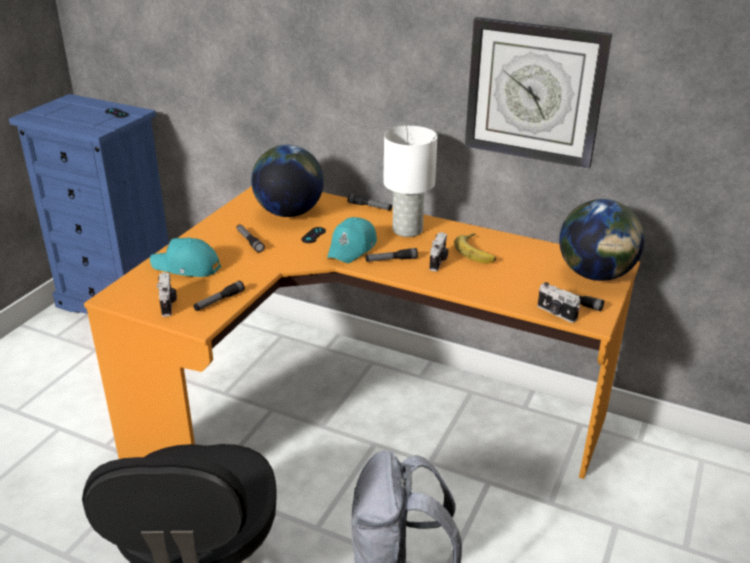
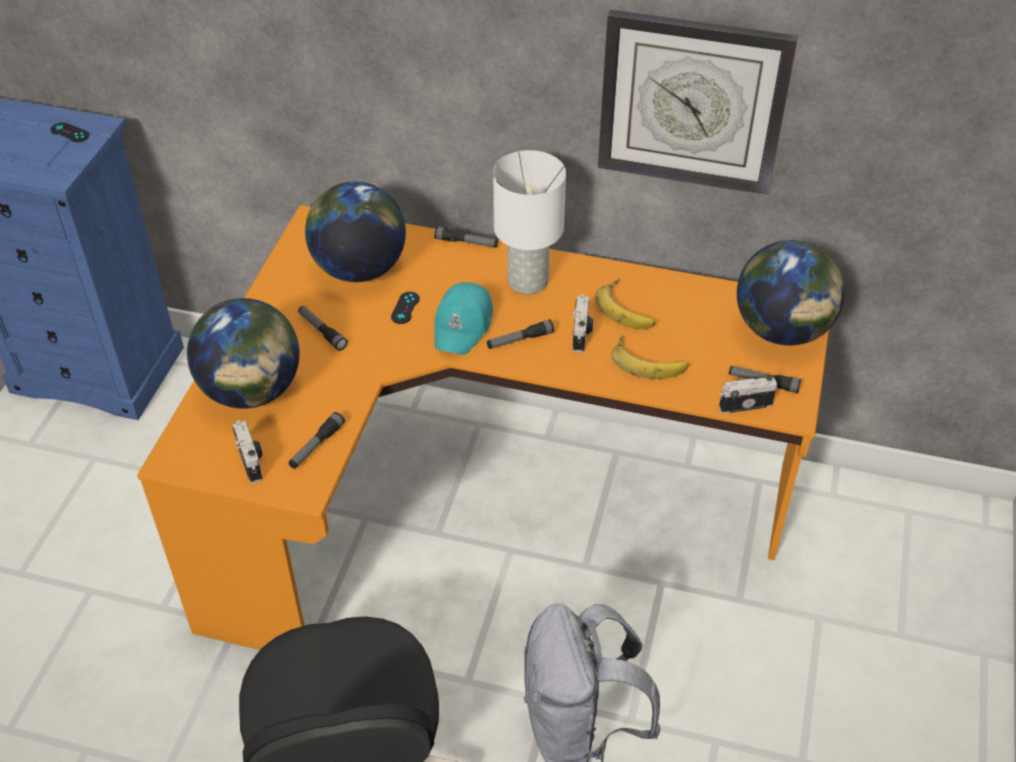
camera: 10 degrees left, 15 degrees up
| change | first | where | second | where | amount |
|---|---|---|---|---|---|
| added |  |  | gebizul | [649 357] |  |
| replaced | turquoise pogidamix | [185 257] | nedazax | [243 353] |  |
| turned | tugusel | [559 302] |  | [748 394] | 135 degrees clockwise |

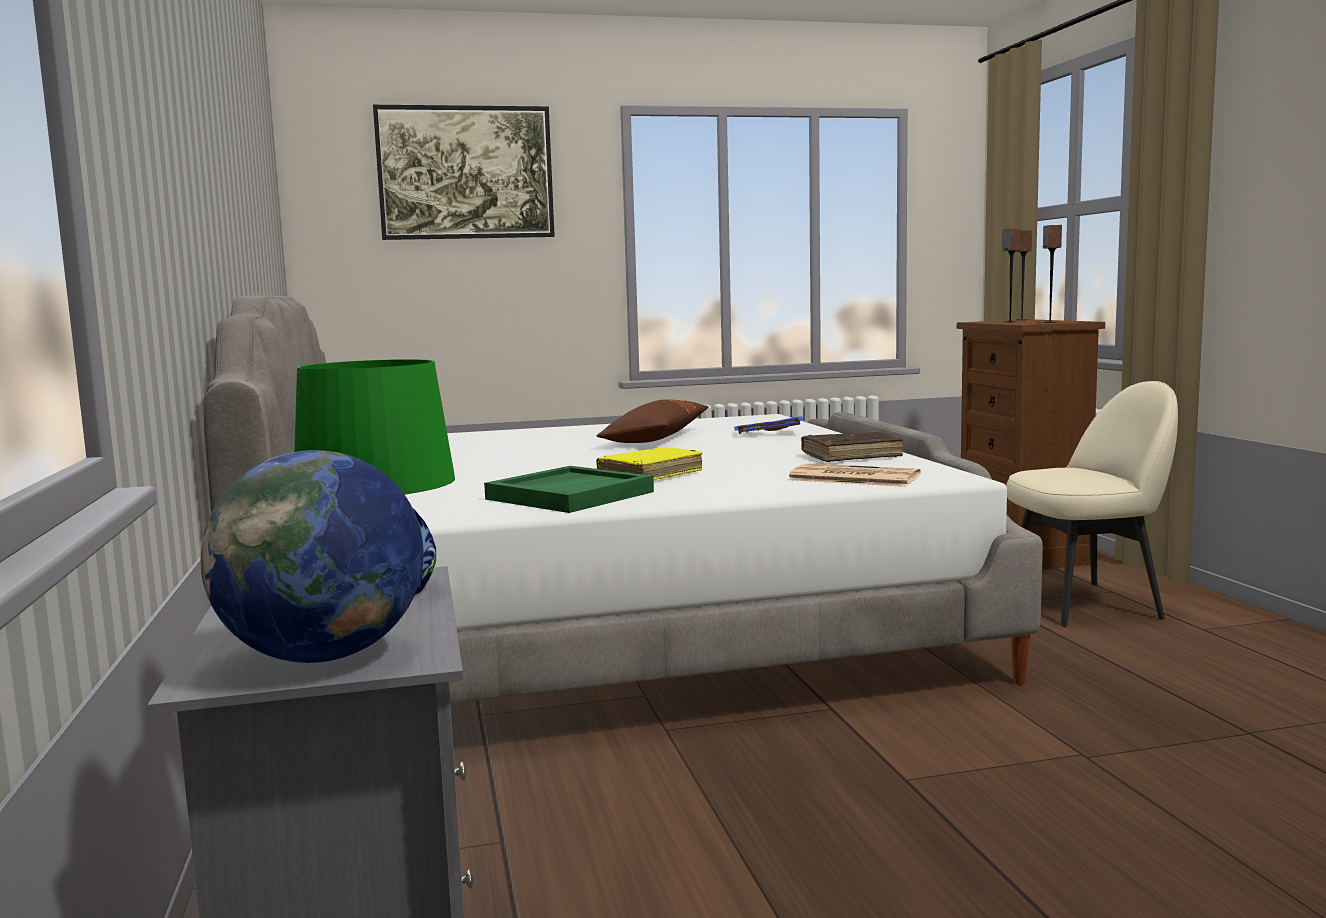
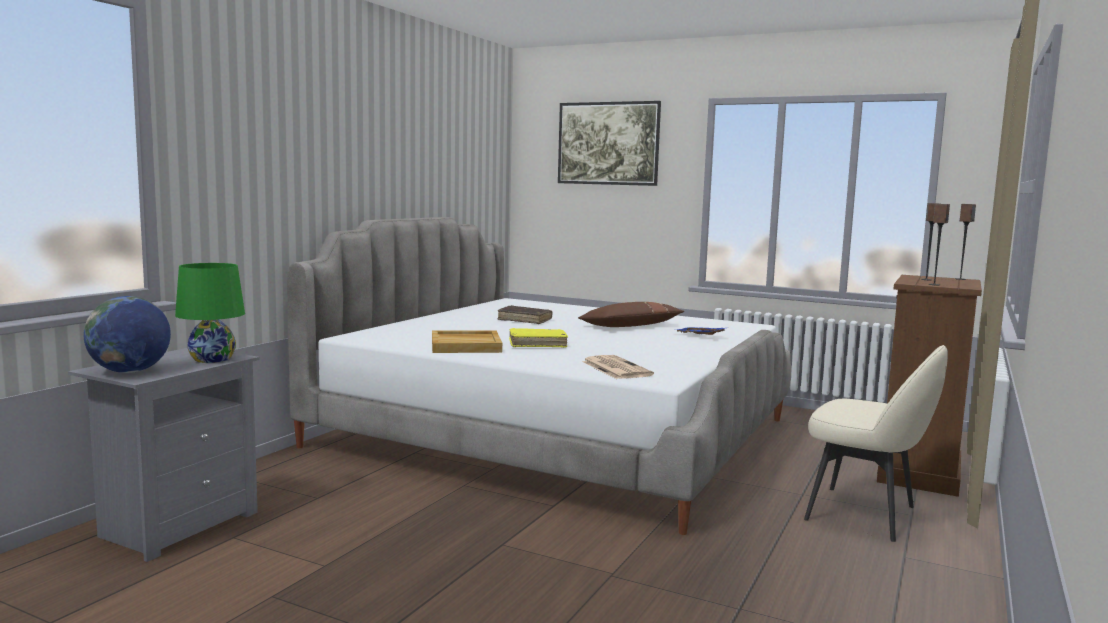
camera: 40 degrees right, 0 degrees up
| change | first | where | second | where | amount |
|---|---|---|---|---|---|
| moved | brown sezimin | [852 447] |  | [524 314] |  |
| recoloured | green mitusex | [569 489] | beige mitusex | [467 341] |  |

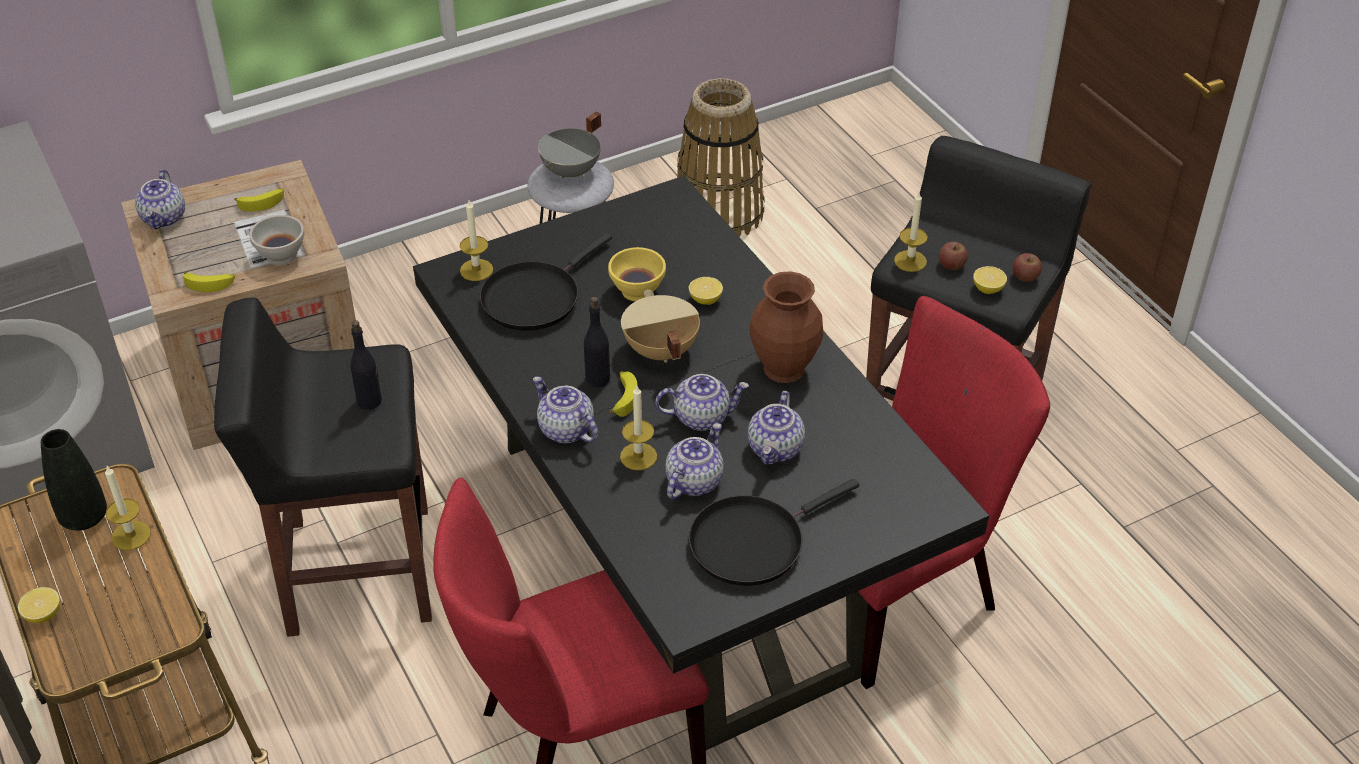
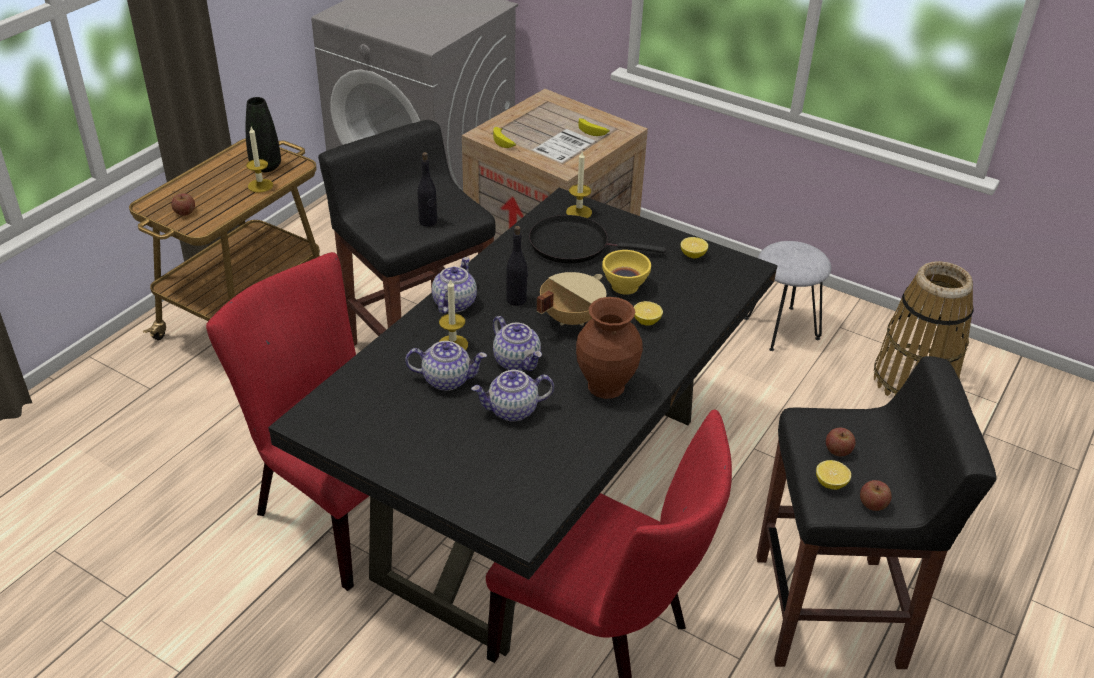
camera: 60 degrees right, 5 degrees down
| change | first | where | second | where | amount |
|---|---|---|---|---|---|
| removed | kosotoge | [160 199] |  |  |  |
| removed | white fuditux | [277 240] |  |  |  |
| removed | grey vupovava | [569 145] |  |  |  |
| removed | gebizul | [623 394] |  |  |  |
| removed | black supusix | [774 532] |  |  |  |
| removed | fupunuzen | [911 232] |  |  |  |
| added |  |  | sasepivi | [183 204] |  |
| moved | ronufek | [39 605] |  | [694 247] |  |

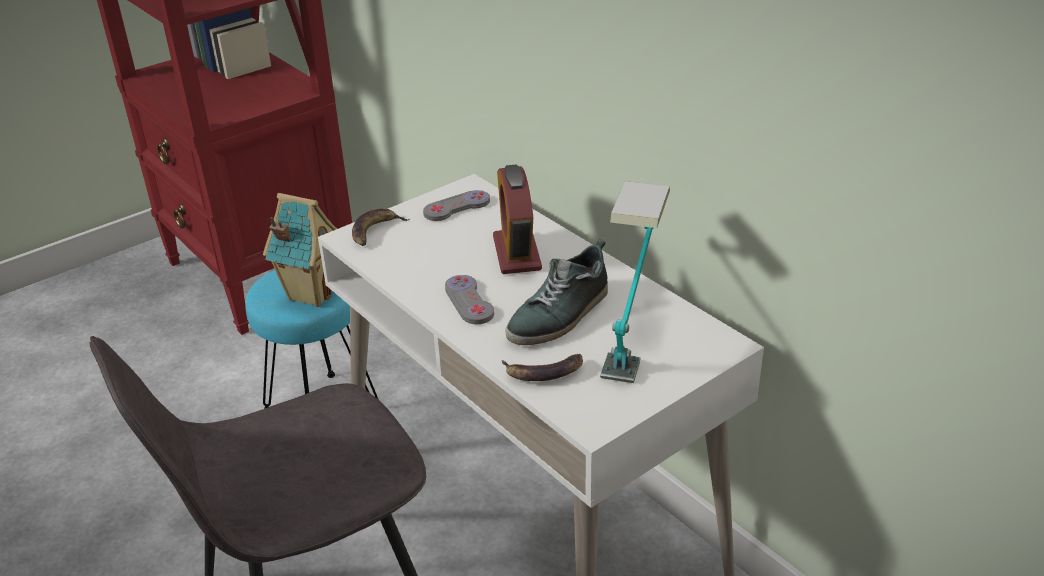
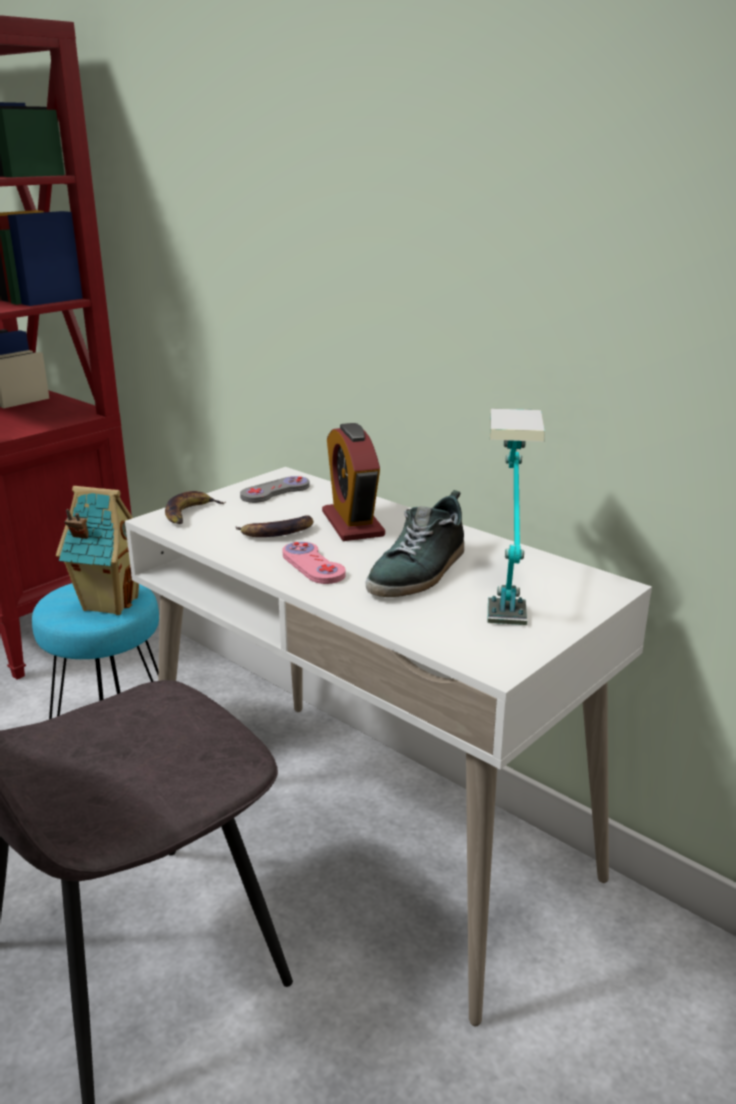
camera: 10 degrees left, 10 degrees down
| change | first | where | second | where | amount |
|---|---|---|---|---|---|
| moved | gebizul | [542 367] |  | [274 526] |  |
| recoloured | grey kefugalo | [469 299] | pink kefugalo | [314 563] |  |

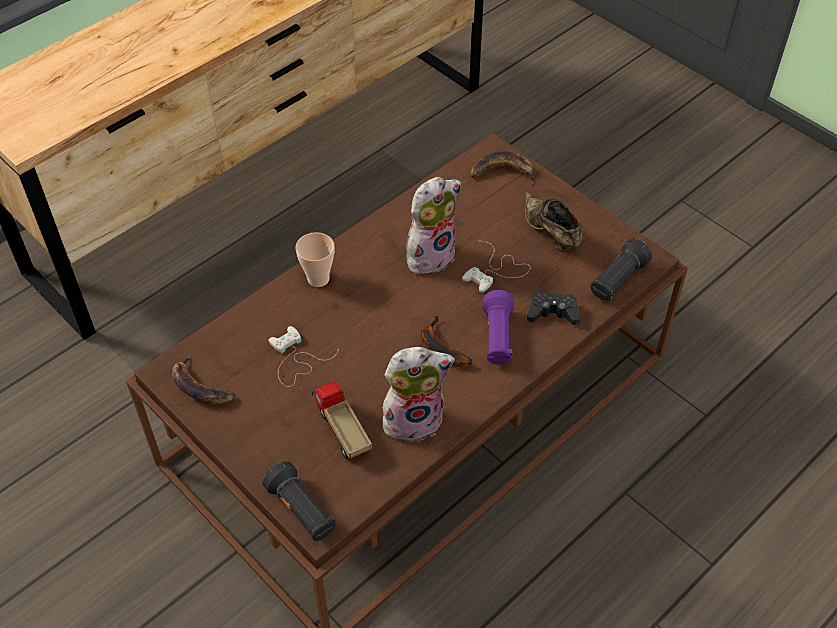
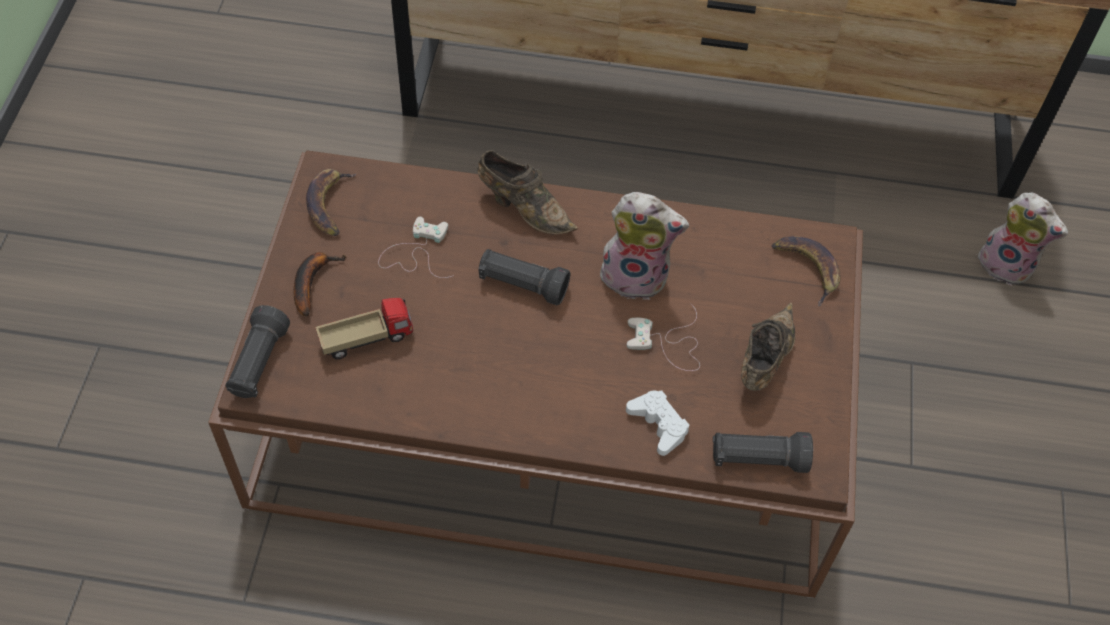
camera: 50 degrees right, 5 degrees up
| change | first | where | second | where | amount |
|---|---|---|---|---|---|
| removed | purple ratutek | [498 327] |  |  |  |
| added |  |  | black ratutek | [524 277] |  |
| moved | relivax | [419 395] |  | [1023 239] |  |
| moved | gebizul | [446 341] |  | [320 284] |  |
| replaced | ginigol | [315 259] | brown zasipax | [527 192] |  |
| recoloured | black kefugalo | [553 308] | white kefugalo | [657 423] |  |
| turned | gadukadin | [342 420] |  | [364 328] | 45 degrees clockwise |

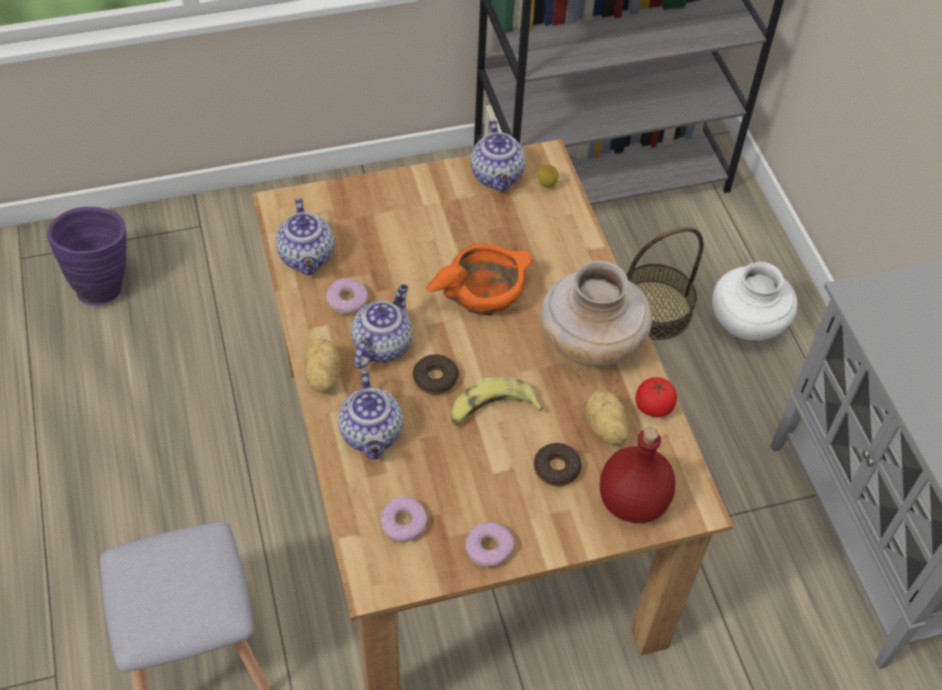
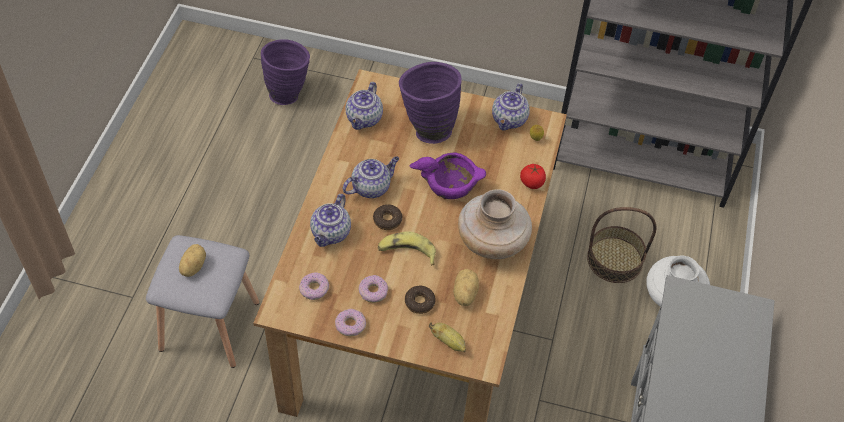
camera: 30 degrees right, 0 degrees up
| change | first | where | second | where | amount |
|---|---|---|---|---|---|
| added |  |  | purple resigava | [430 103] |  |
| moved | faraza | [322 366] |  | [192 260] |  |
| moved | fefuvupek | [347 296] |  | [373 289] |  |
| moved | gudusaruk | [656 397] |  | [533 176] |  |
| replaced | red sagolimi | [637 475] | gebizul | [447 337] |  |
| recoloured | orange fuditux | [479 280] | purple fuditux | [448 176] |  |

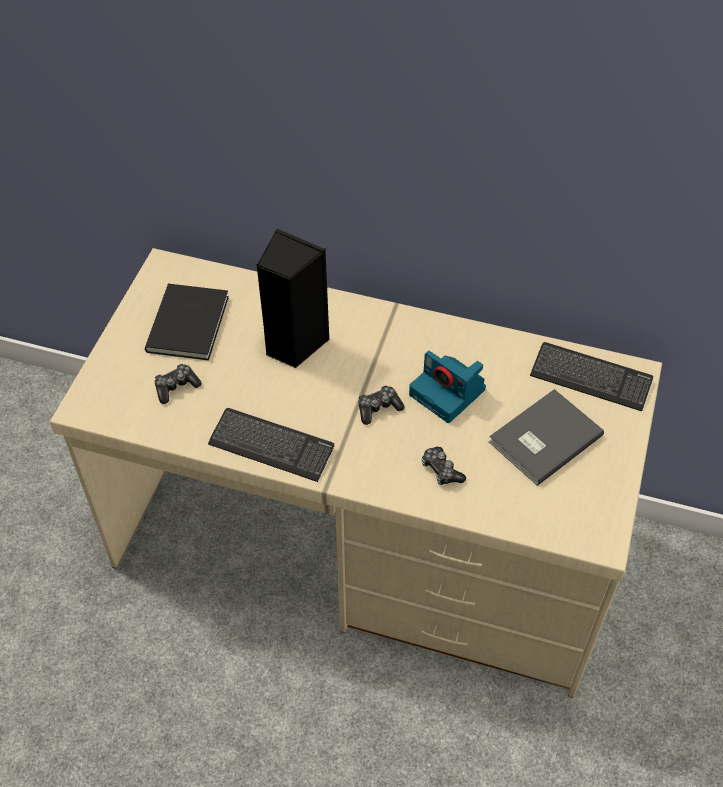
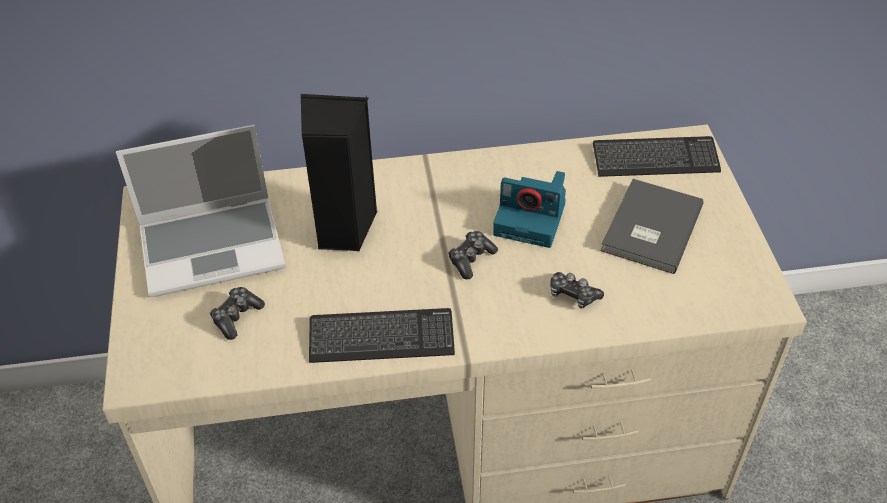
camera: 25 degrees left, 5 degrees down
| change | first | where | second | where | amount |
|---|---|---|---|---|---|
| replaced | black sezimin | [187 322] | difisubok | [201 211] |  |

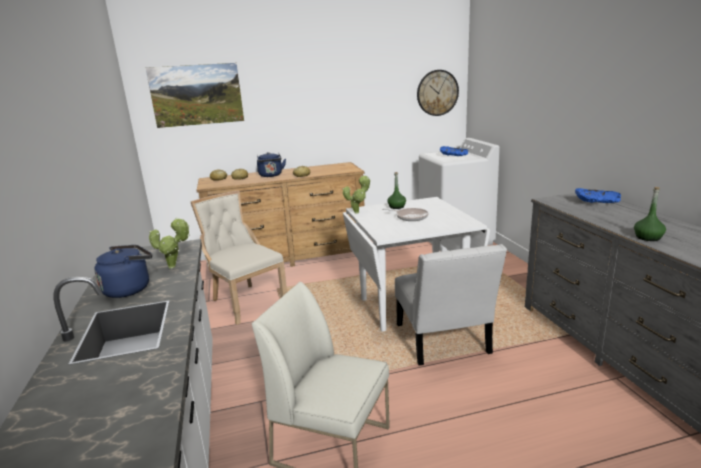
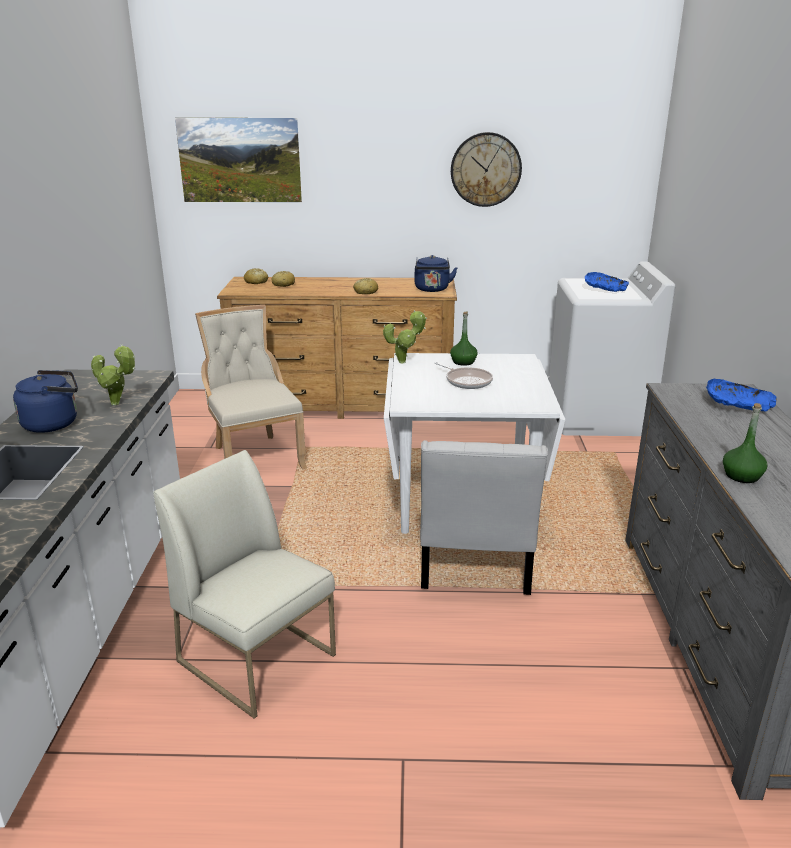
camera: 15 degrees right, 5 degrees up
| change | first | where | second | where | amount |
|---|---|---|---|---|---|
| moved | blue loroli | [271 164] |  | [436 273] |  |
| moved | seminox | [438 93] |  | [486 169] |  |

